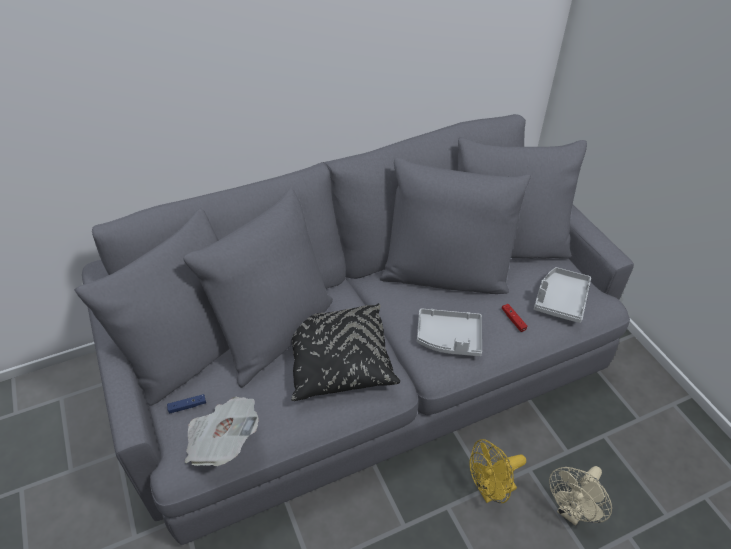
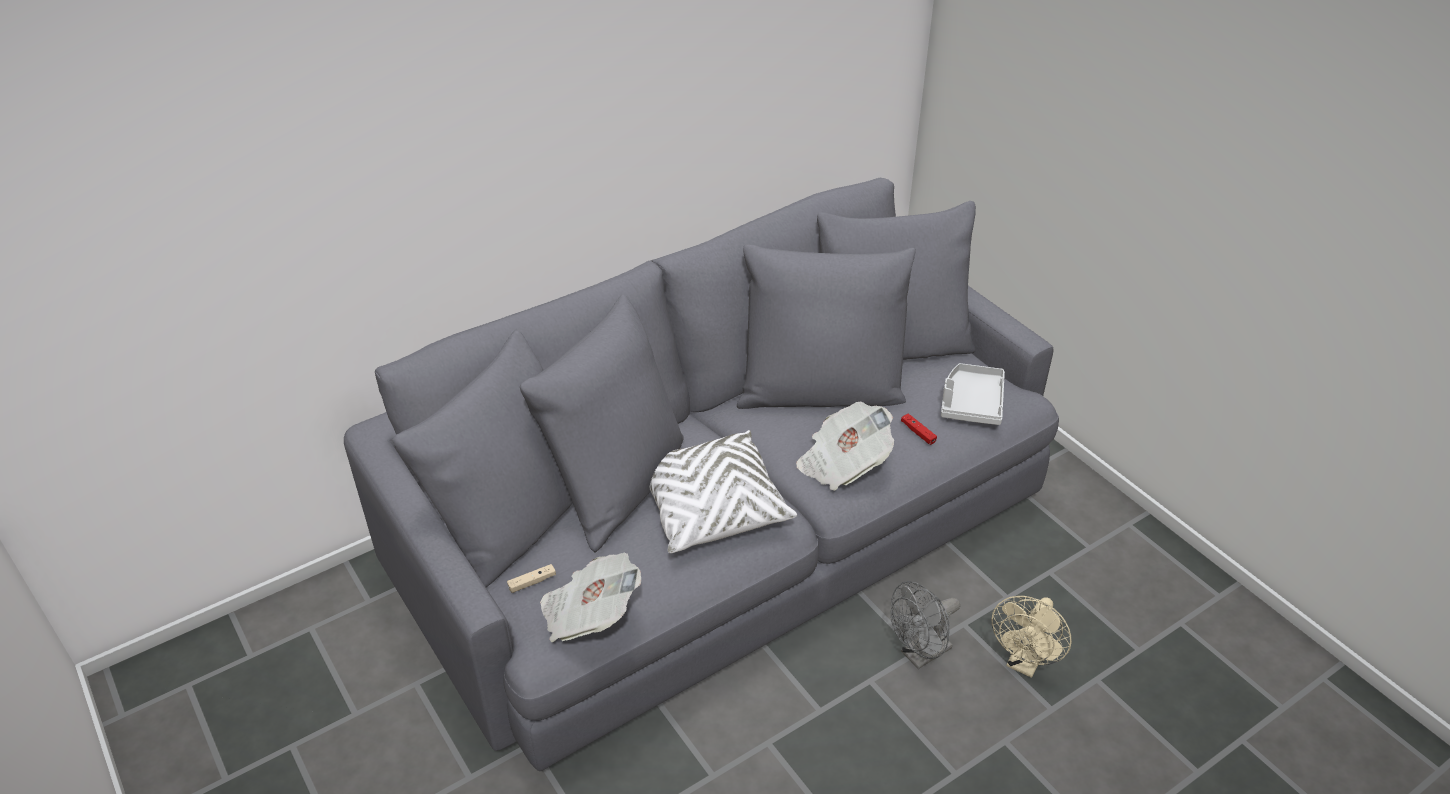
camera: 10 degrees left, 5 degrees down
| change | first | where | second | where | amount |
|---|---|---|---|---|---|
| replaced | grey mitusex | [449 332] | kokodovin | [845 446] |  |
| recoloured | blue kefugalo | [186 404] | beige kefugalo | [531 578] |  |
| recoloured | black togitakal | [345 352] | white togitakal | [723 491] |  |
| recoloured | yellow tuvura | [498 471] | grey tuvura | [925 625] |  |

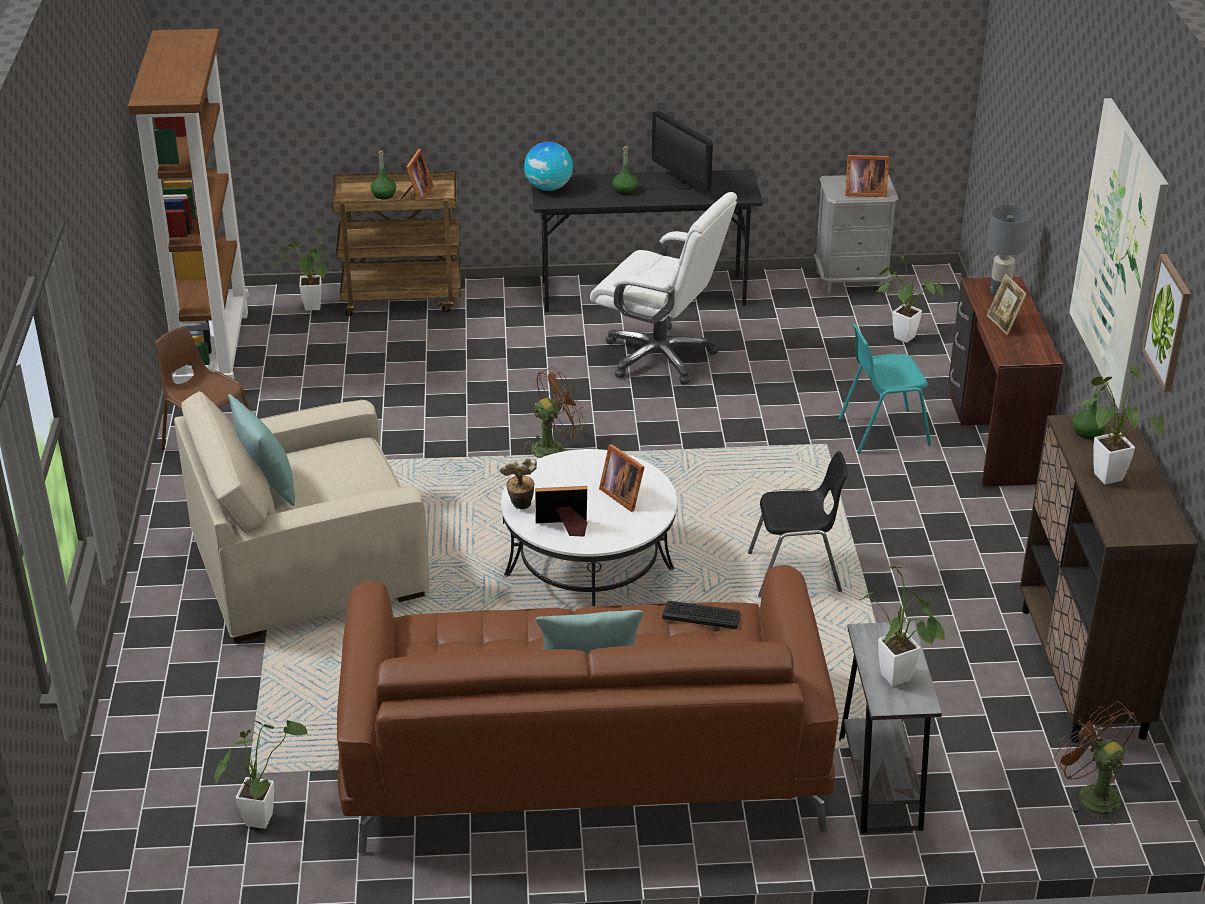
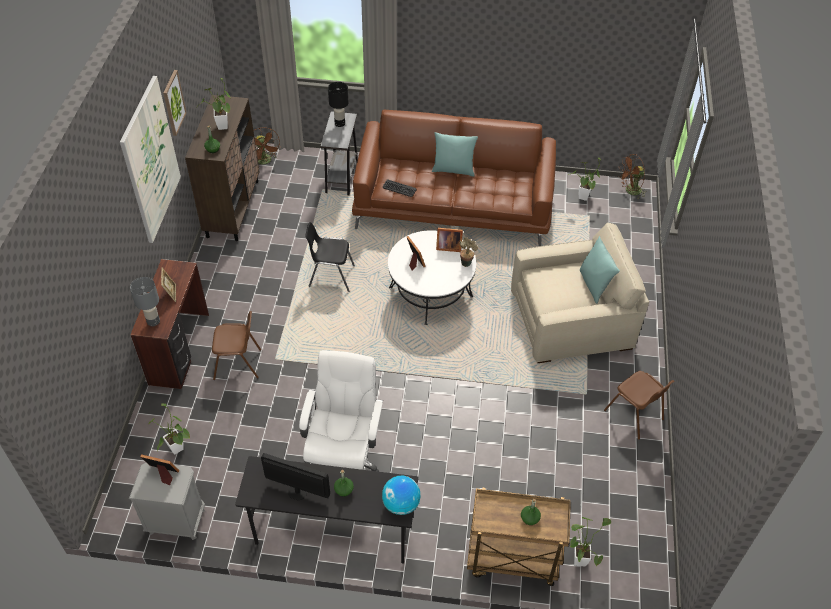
camera: 170 degrees left, 15 degrees up
| change | first | where | second | where | amount |
|---|---|---|---|---|---|
| removed | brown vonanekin | [188 206] |  |  |  |
| removed | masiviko | [416 174] |  |  |  |
| moved | brown tuvura | [553 412] |  | [633 177] |  |
| replaced | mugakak | [902 625] | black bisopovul | [338 104] |  |
| recoloured | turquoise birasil | [885 388] | brown birasil | [236 345] |  |
| turned | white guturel | [663 288] |  | [341 411] | 60 degrees clockwise |
| turned | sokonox | [682 151] |  | [295 477] | 45 degrees counterclockwise |

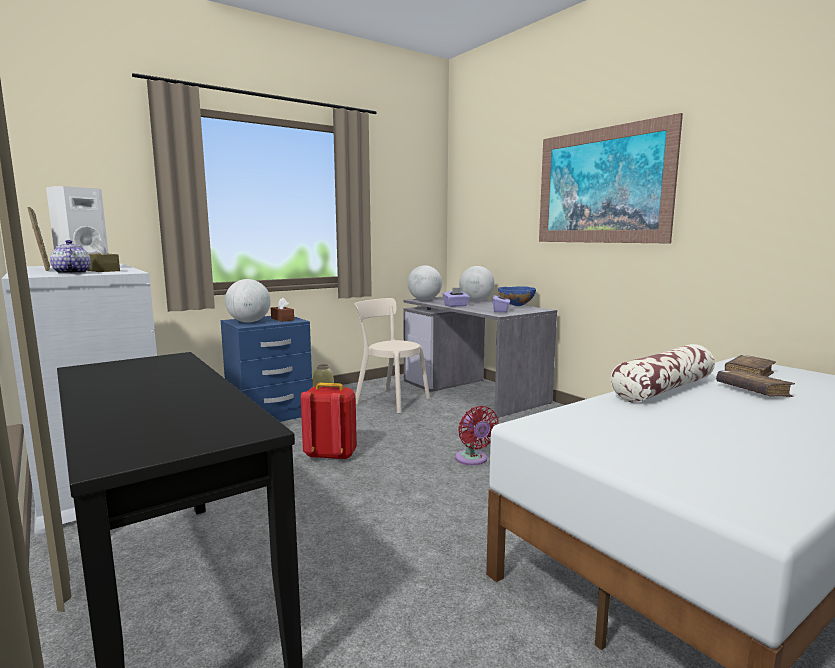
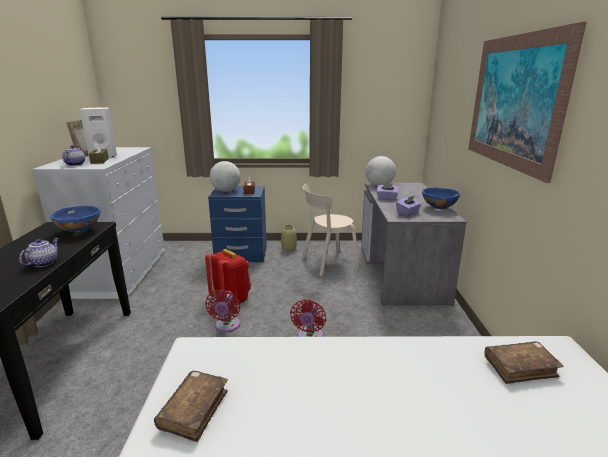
camera: 35 degrees right, 10 degrees up
| change | first | where | second | where | amount |
|---|---|---|---|---|---|
| removed | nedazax | [477 283] |  |  |  |
| removed | togitakal | [663 373] |  |  |  |
| added |  |  | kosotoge | [39 252] |  |
| added |  |  | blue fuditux | [75 219] |  |
| added |  |  | red tuvura | [222 311] |  |
| moved | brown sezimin | [755 383] |  | [191 406] |  |
| turned | beige birasil | [392 356] |  | [330 230] | 90 degrees counterclockwise |

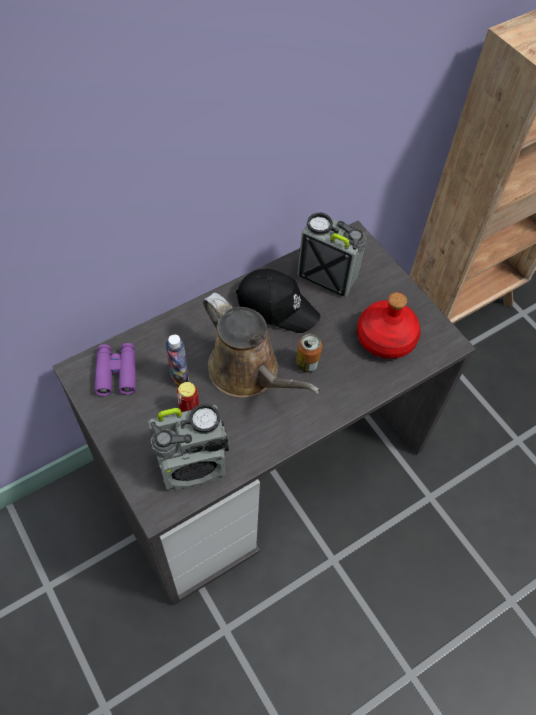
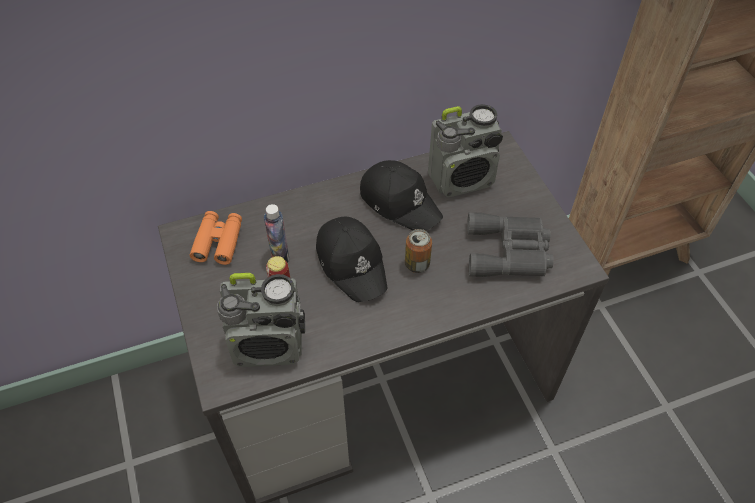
camera: 15 degrees right, 5 degrees down
| change | first | where | second | where | amount |
|---|---|---|---|---|---|
| replaced | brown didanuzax | [261 345] | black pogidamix | [352 259] |  |
| replaced | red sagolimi | [389 325] | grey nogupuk | [510 244] |  |
| recoloured | purple nogupuk | [115 369] | orange nogupuk | [216 238] |  |
| turned | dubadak | [332 255] |  | [465 150] | 120 degrees clockwise |

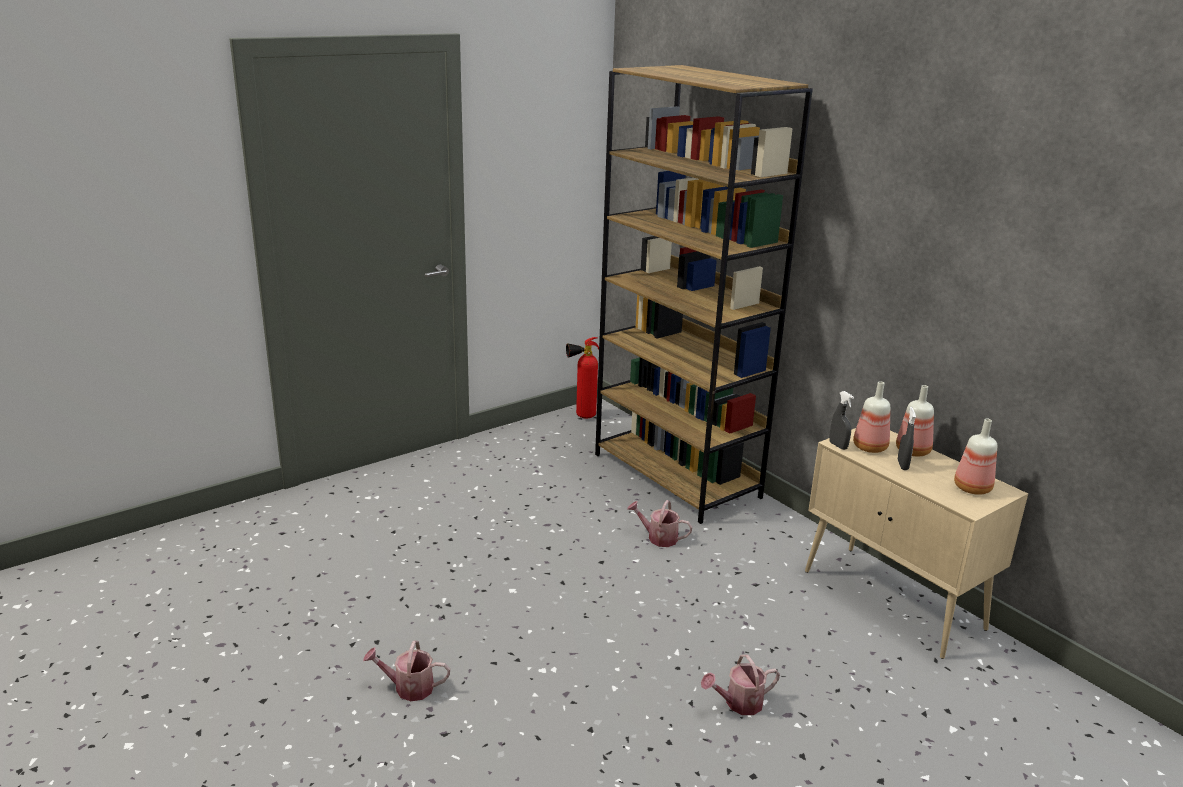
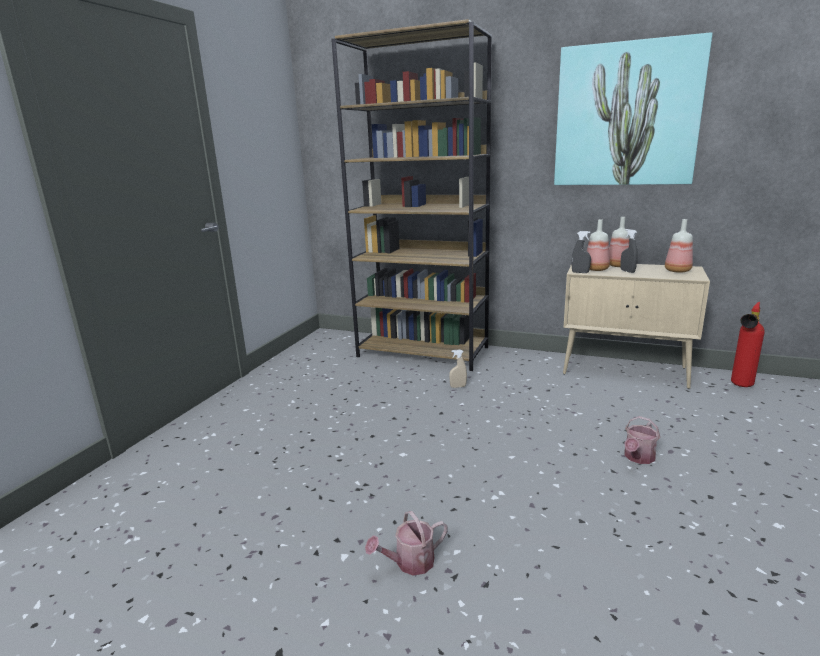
camera: 30 degrees left, 5 degrees down
| change | first | where | second | where | amount |
|---|---|---|---|---|---|
| added |  |  | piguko | [633 108] |  |
| moved | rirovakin | [582 378] |  | [748 344] |  |
| replaced | didanuzax | [659 523] | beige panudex | [458 368] |  |

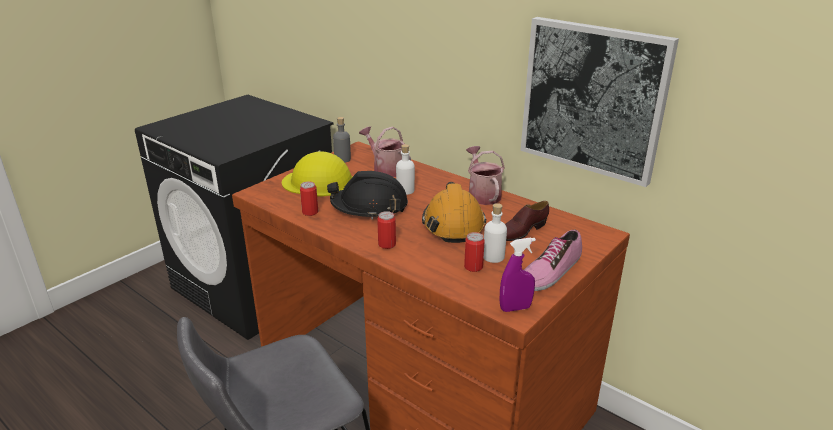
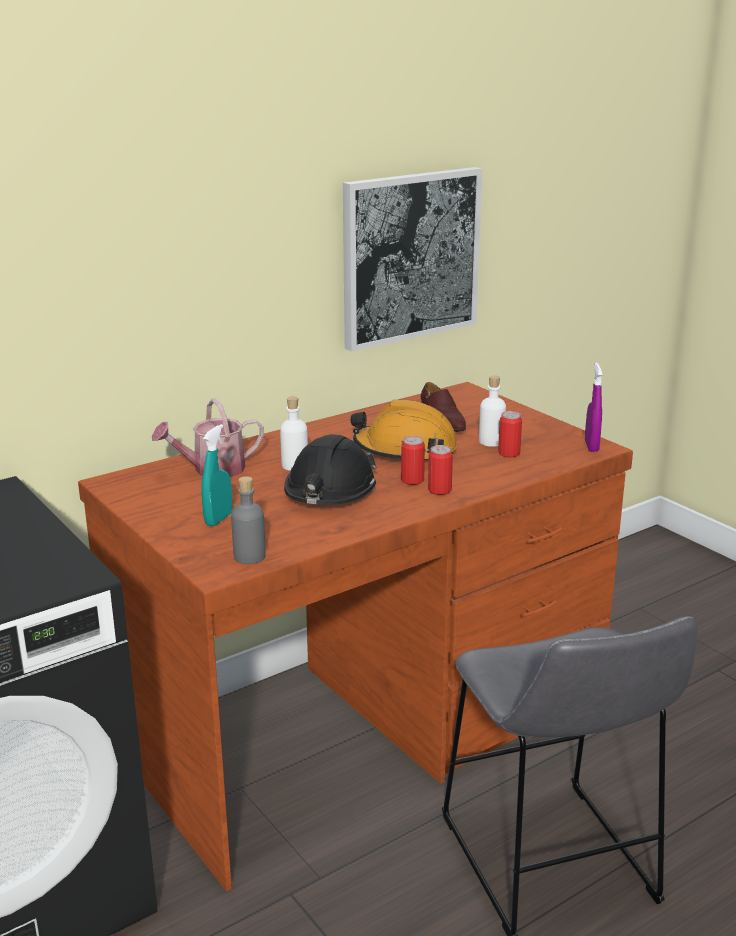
camera: 75 degrees left, 5 degrees down
| change | first | where | second | where | amount |
|---|---|---|---|---|---|
| removed | didanuzax | [485 175] |  |  |  |
| removed | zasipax | [553 260] |  |  |  |
| moved | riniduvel | [309 198] |  | [413 460] |  |
| moved | grey sagolimi | [342 140] |  | [248 520] |  |
| replaced | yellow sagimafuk | [317 173] | turquoise panudex | [216 475] |  |

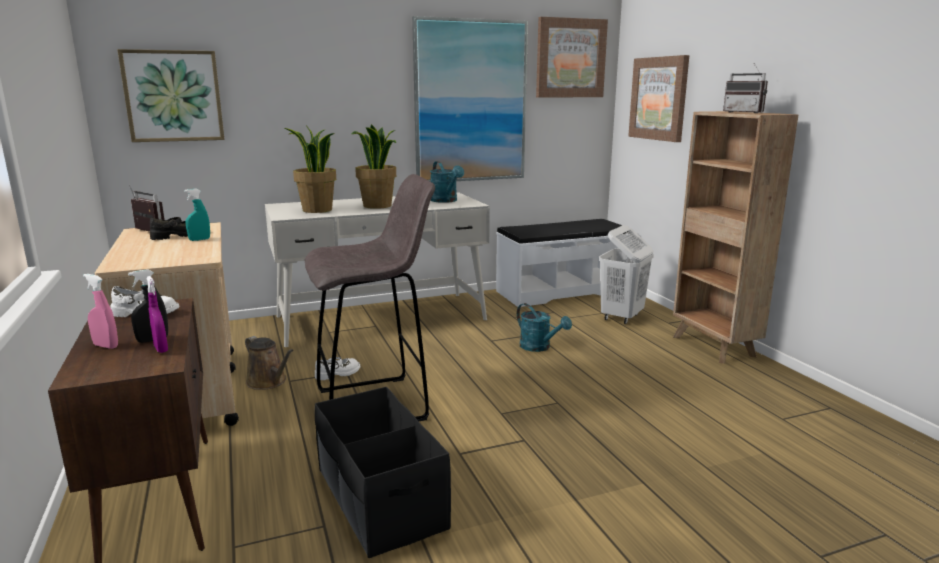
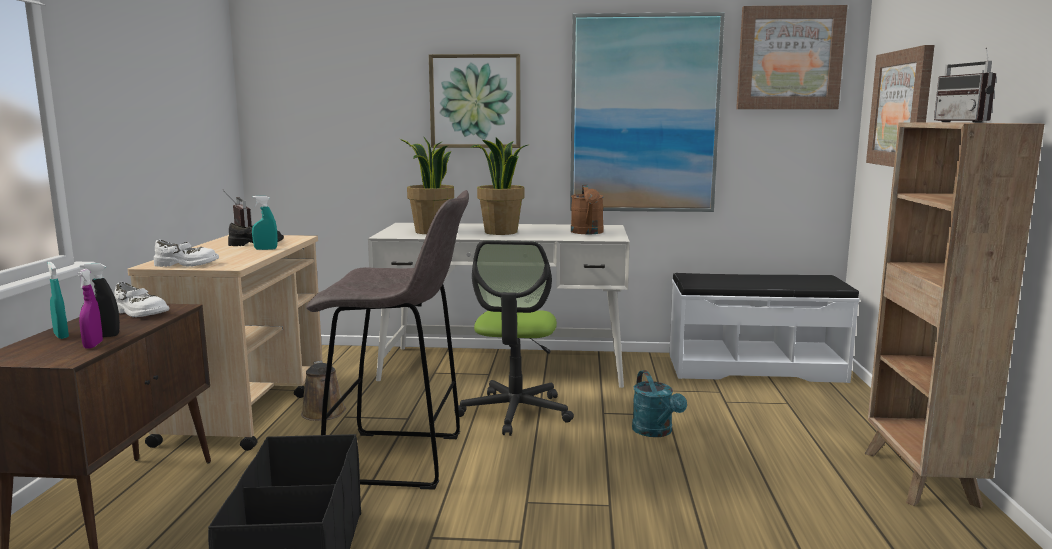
camera: 25 degrees right, 5 degrees down
| change | first | where | second | where | amount |
|---|---|---|---|---|---|
| removed | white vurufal | [626 274] |  |  |  |
| added |  |  | guturel | [514 338] |  |
| moved | piguko | [171 95] |  | [474 101] |  |
| moved | white zasipax | [337 368] |  | [186 253] |  |
| recoloured | pink panudex | [100 311] | turquoise panudex | [58 300] |  |
| recoloured | turquoise didanuzax | [447 182] | brown didanuzax | [587 209] |  |

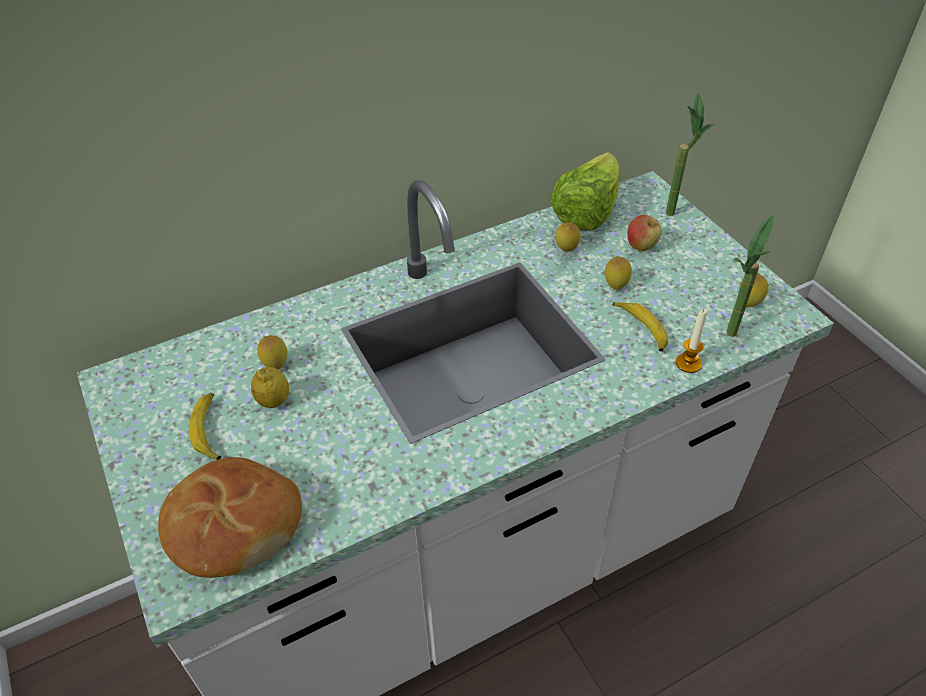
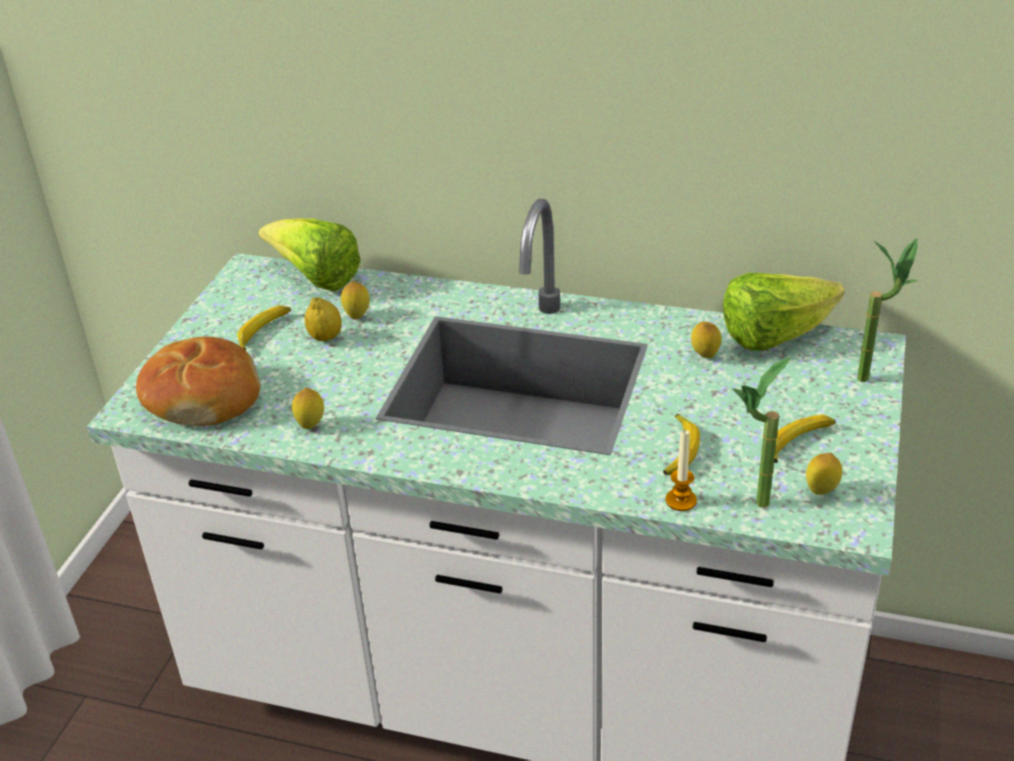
camera: 45 degrees right, 10 degrees down
| change | first | where | second | where | amount |
|---|---|---|---|---|---|
| removed | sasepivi | [645 233] |  |  |  |
| added |  |  | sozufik | [310 254] |  |
| added |  |  | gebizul | [805 439] |  |
| moved | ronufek | [618 273] |  | [308 408] |  |

